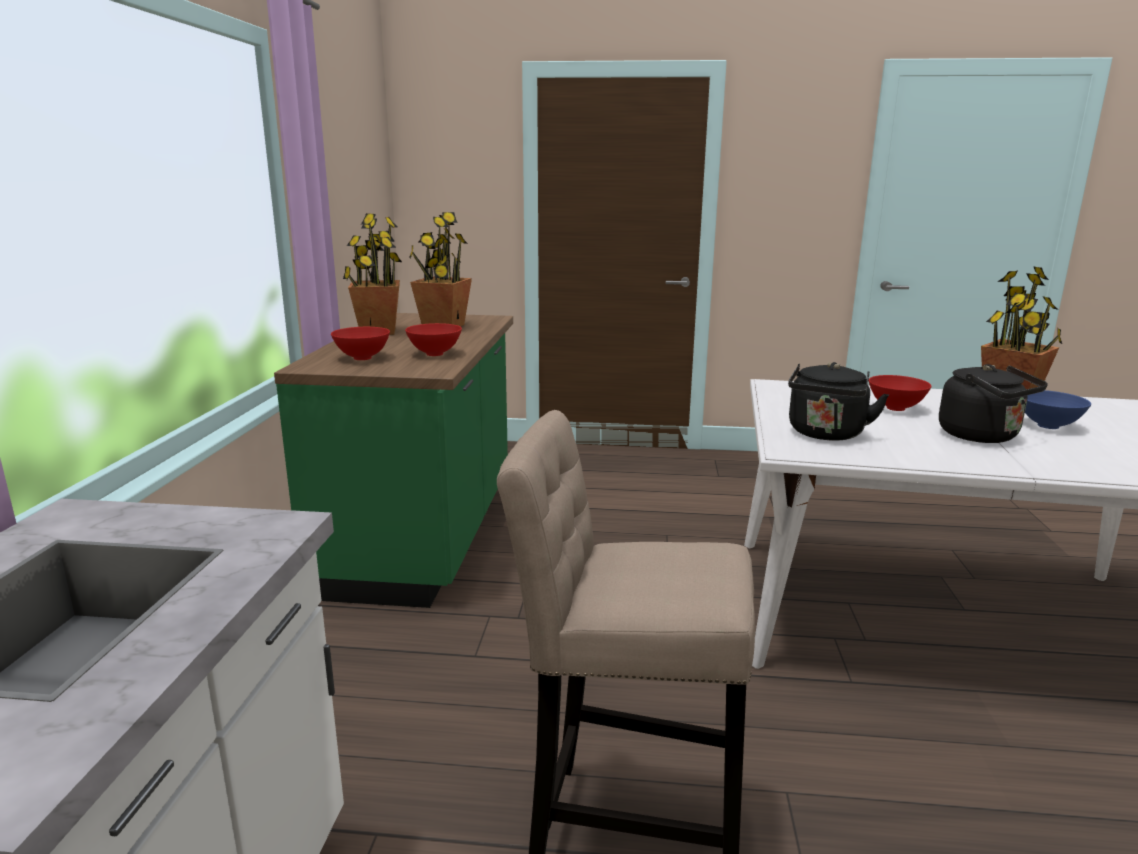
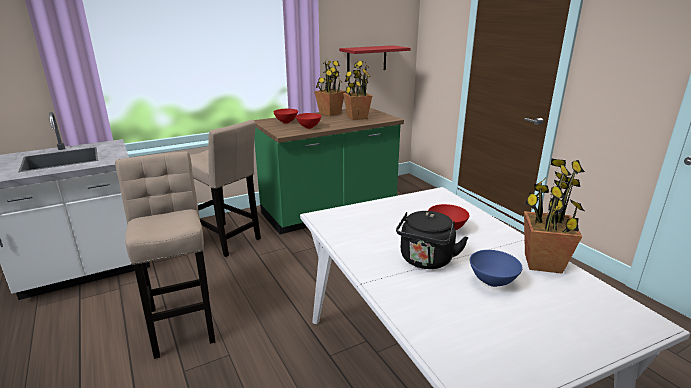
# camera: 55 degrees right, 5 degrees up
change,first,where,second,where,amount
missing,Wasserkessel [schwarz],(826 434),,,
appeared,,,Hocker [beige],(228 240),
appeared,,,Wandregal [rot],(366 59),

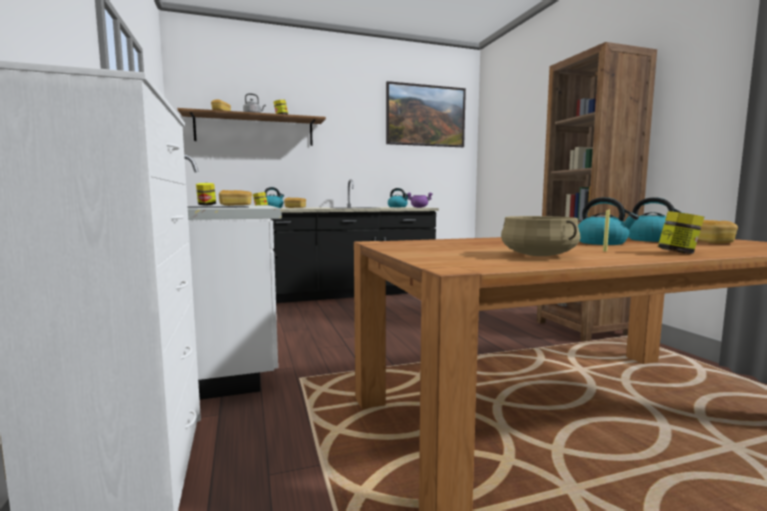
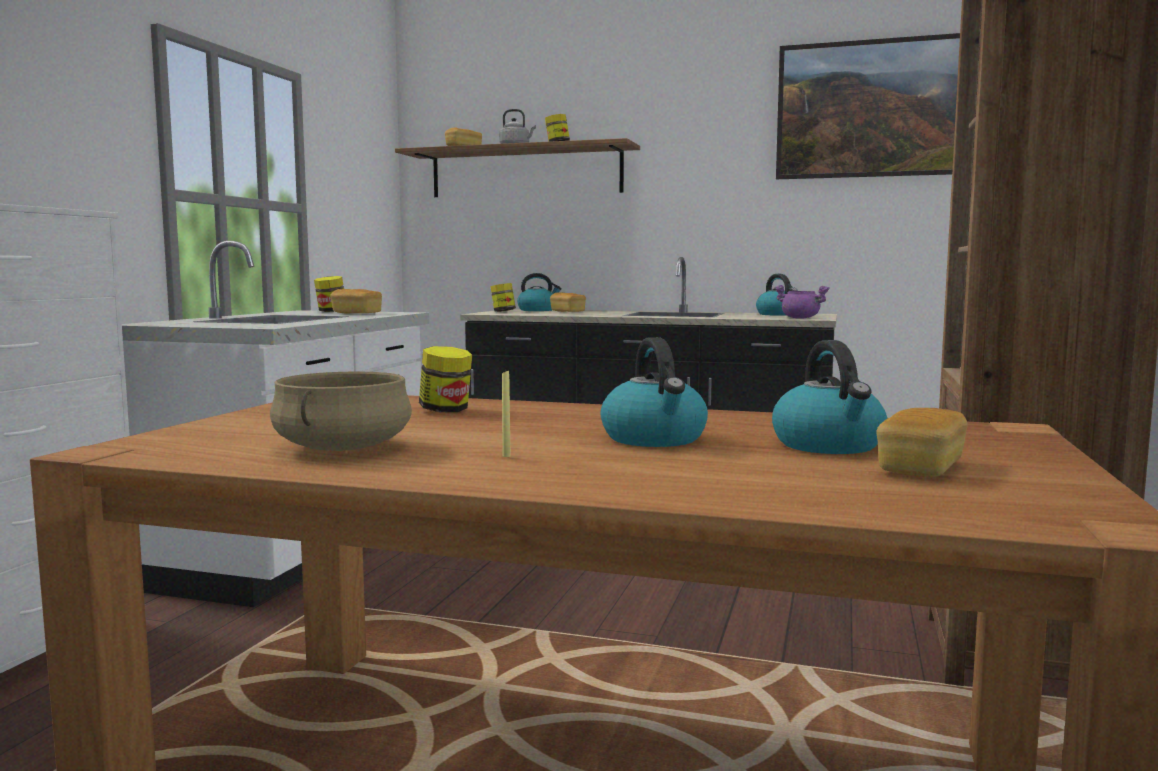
# camera: 35 degrees right, 0 degrees up
change,first,where,second,where,amount
relocated,Vorratsglas,(678 253),,(446 410),

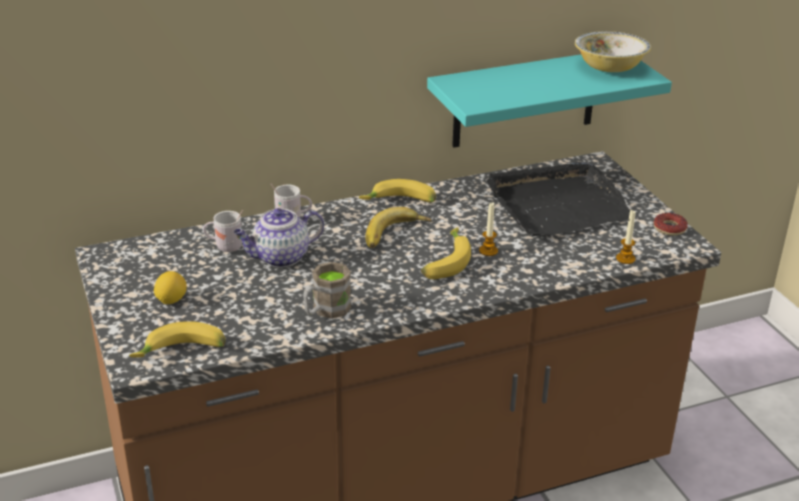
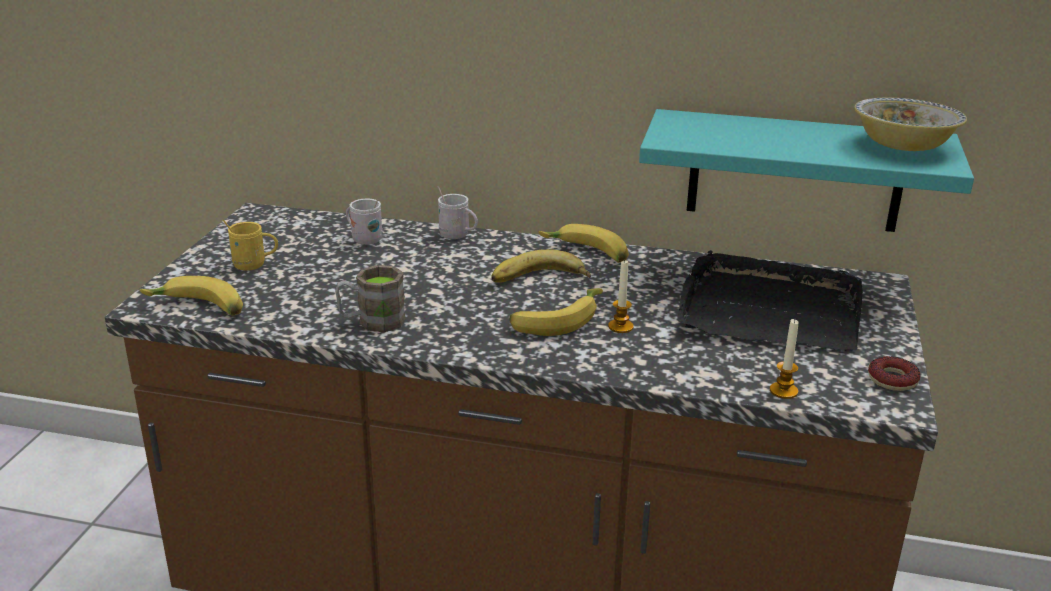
# camera: 35 degrees right, 5 degrees down
change,first,where,second,where,amount
exchanged,Zitrone,(171 300),Henkelbecher [gelb],(254 265),
missing,Teekanne,(280 257),,,

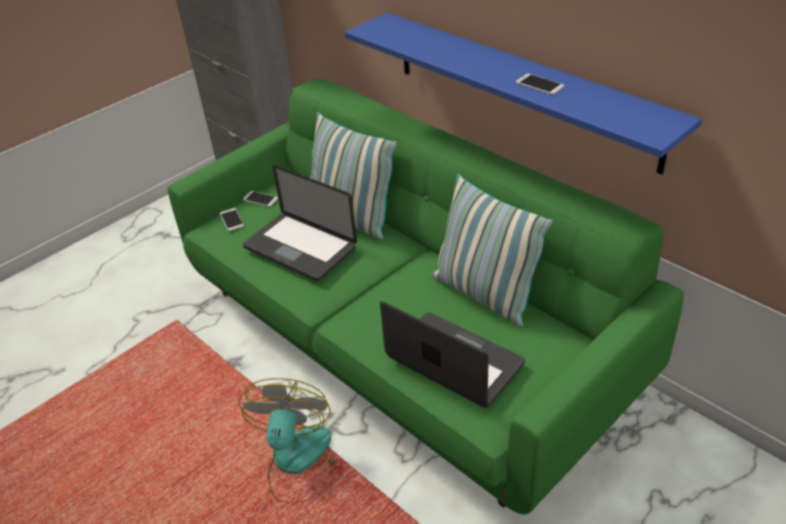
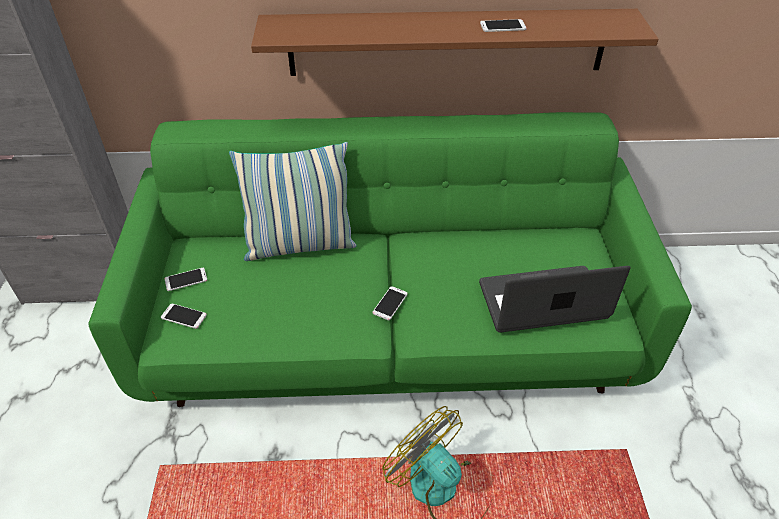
# camera: 50 degrees left, 5 degrees up
change,first,where,second,where,amount
missing,Laptop,(300 248),,,
colour,Wandregal [blau],(521 88),Wandregal [braun],(447 42),
missing,Kissen,(484 294),,,
appeared,,,Handy,(390 303),

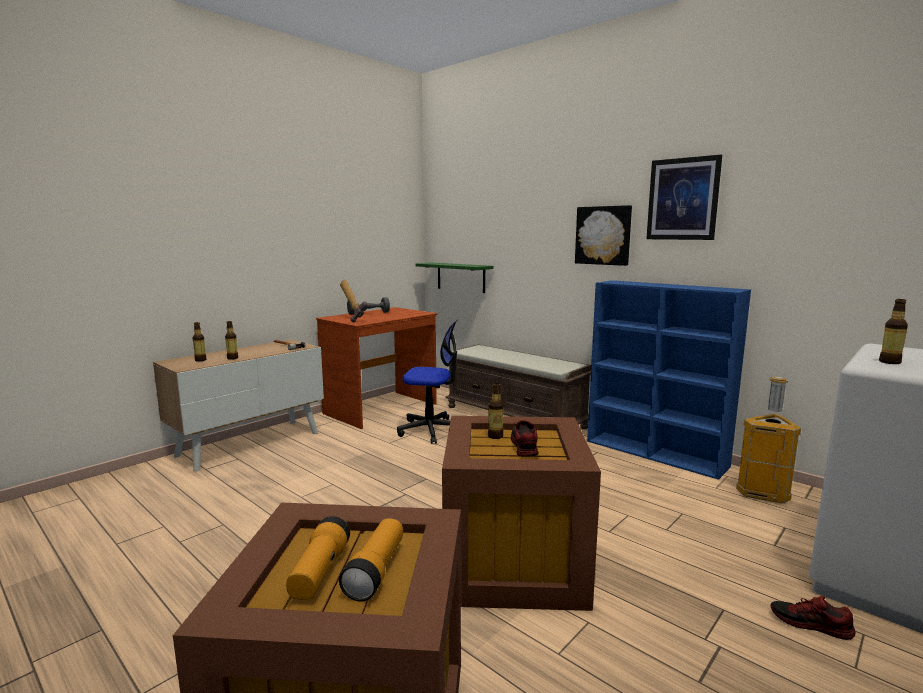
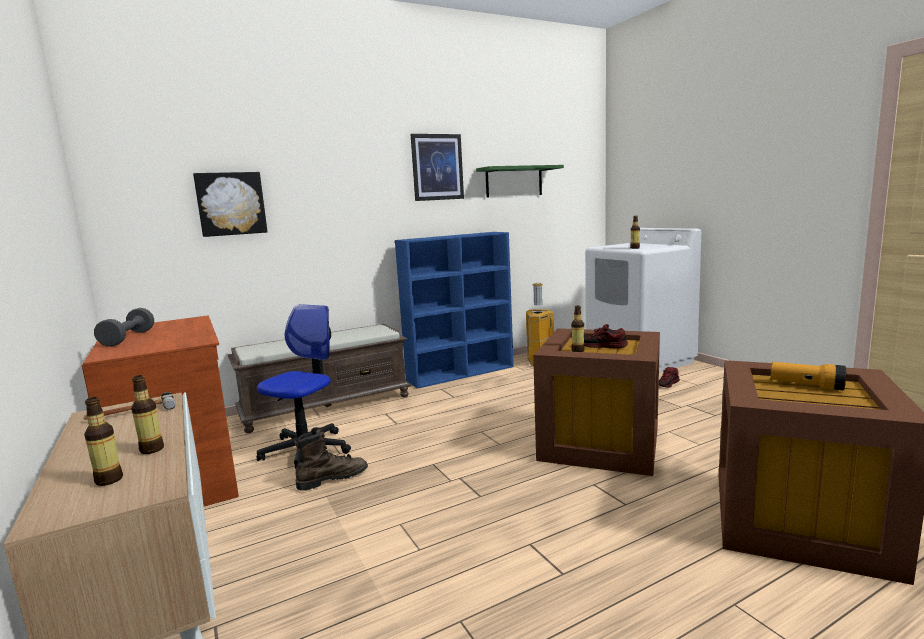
# camera: 70 degrees left, 0 degrees up
change,first,where,second,where,amount
missing,Taschenlampe,(319 573),,,
missing,Hammer,(354 319),,,
relocated,Wandregal [grün],(461 277),,(514 181),
relocated,Bild,(603 235),,(231 204),
appeared,,,Stiefel [braun],(332 479),

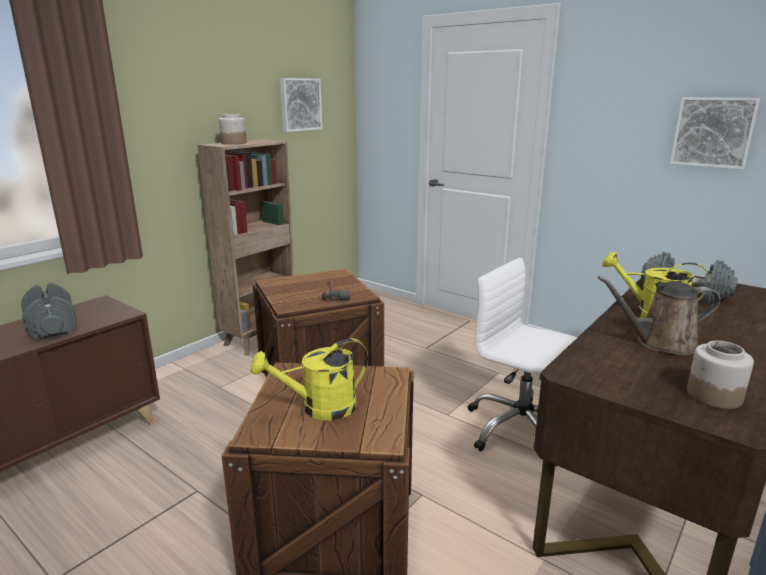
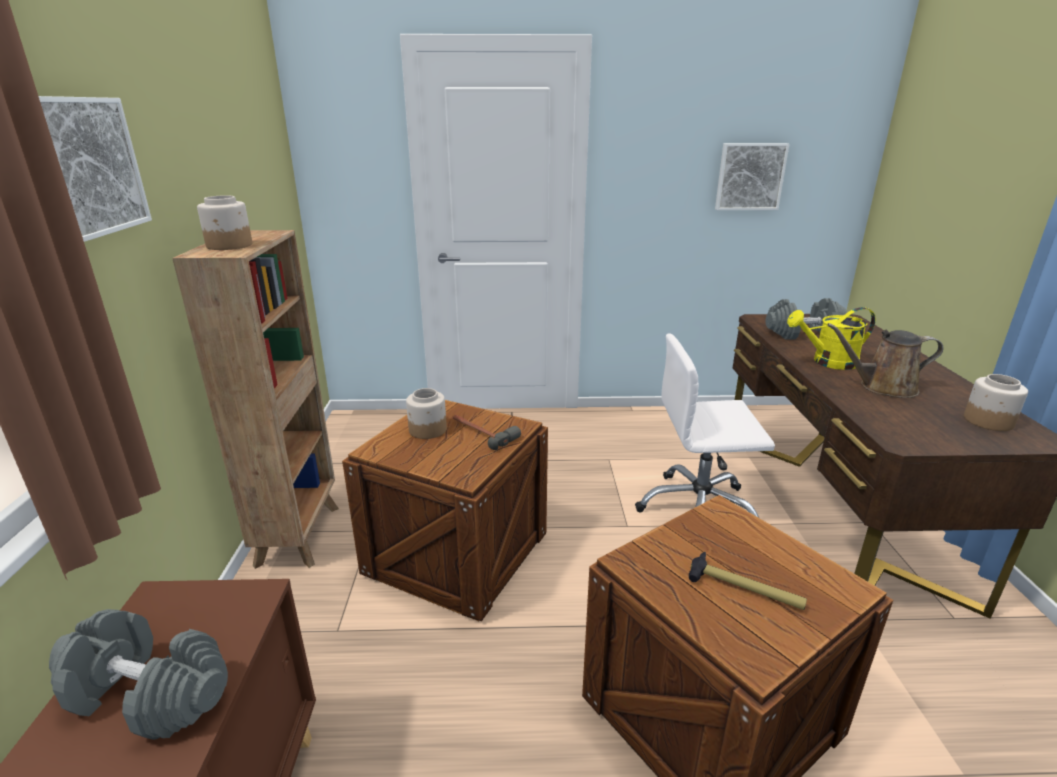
# camera: 40 degrees left, 5 degrees up
change,first,where,second,where,amount
exchanged,Gießkanne [gelb],(319 408),Hammer,(745 589),
relocated,Bild,(299 104),,(85 166),
spun,Gießkanne [braun],(660 343),,(882 387),45 degrees clockwise
appeared,,,Vorratsglas,(427 430),

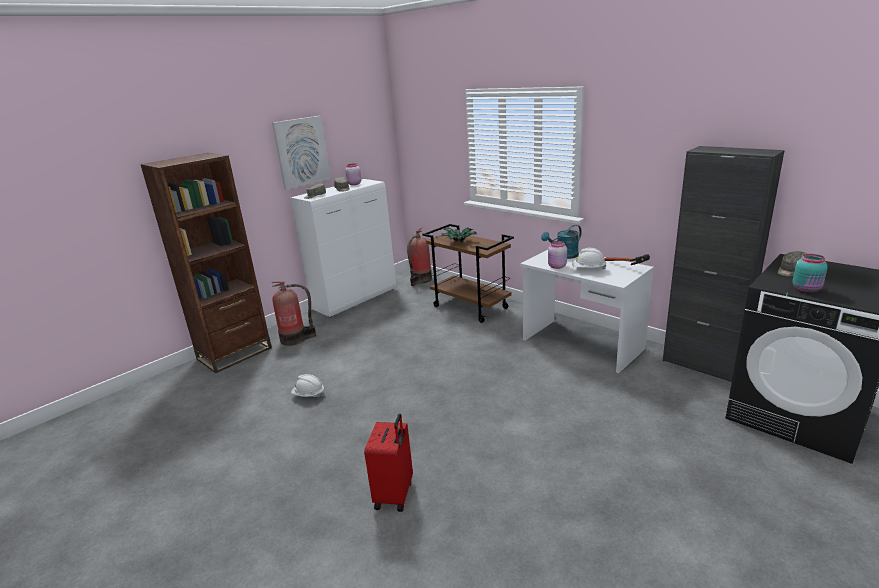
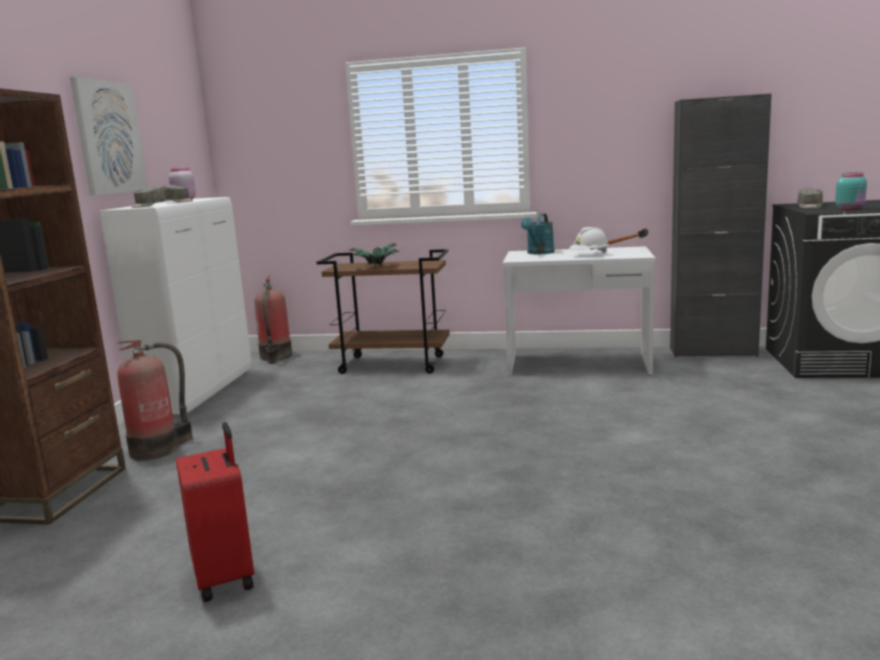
# camera: 35 degrees left, 10 degrees down
change,first,where,second,where,amount
missing,Schutzhelm [weiß],(308 395),,,
relocated,Koffer [rot],(395 495),,(226 577),
missing,Vorratsglas [rosa],(556 266),,,

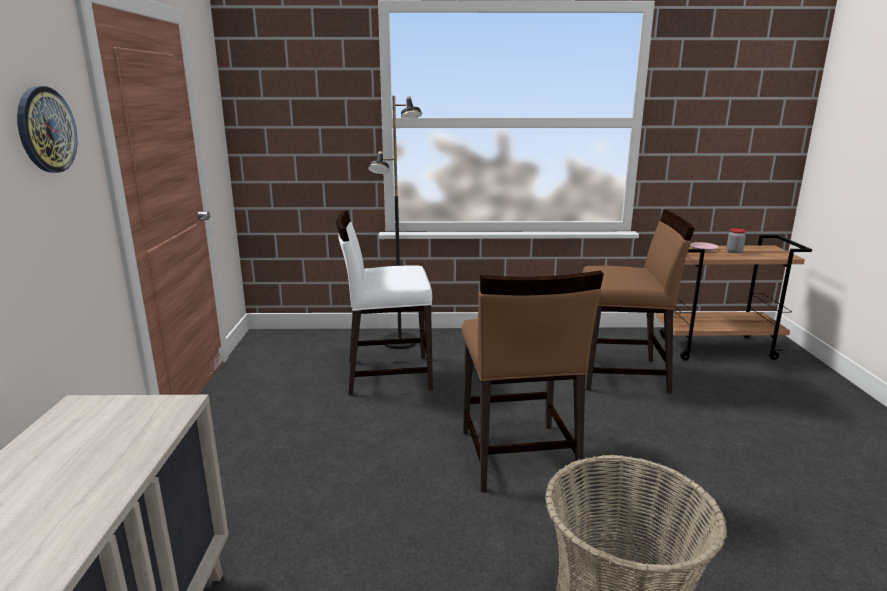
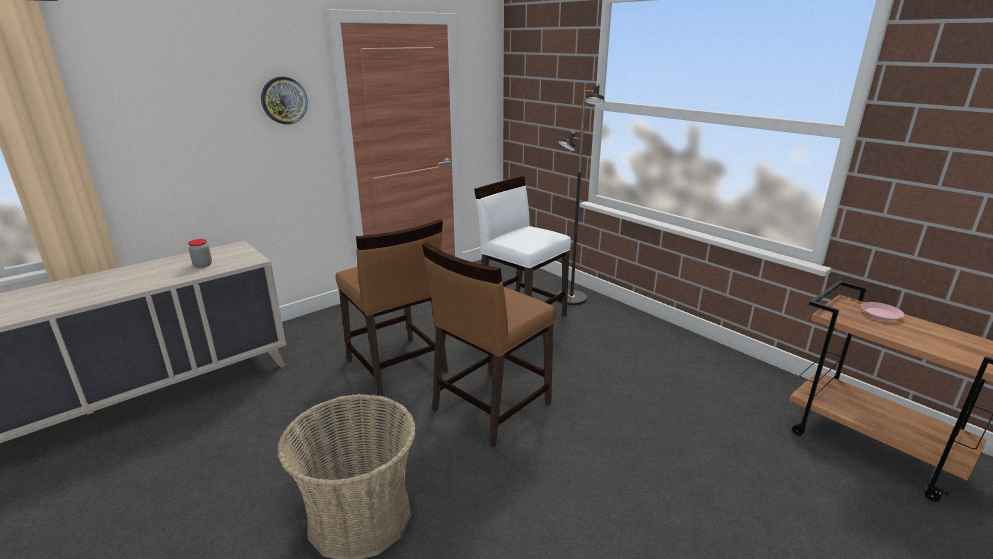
# camera: 50 degrees right, 5 degrees up
change,first,where,second,where,amount
relocated,Stuhl [braun],(622 374),,(396 367),
relocated,Vorratsglas,(734 251),,(203 265),

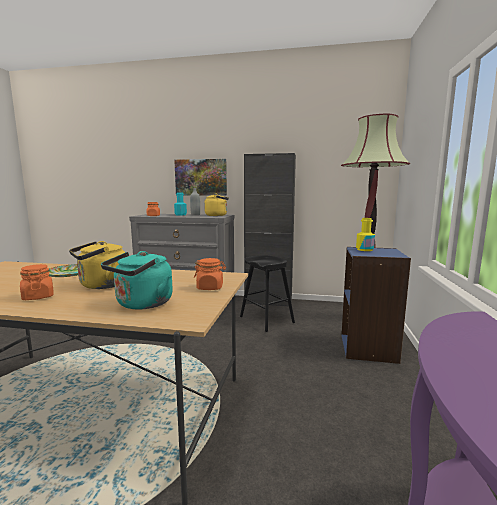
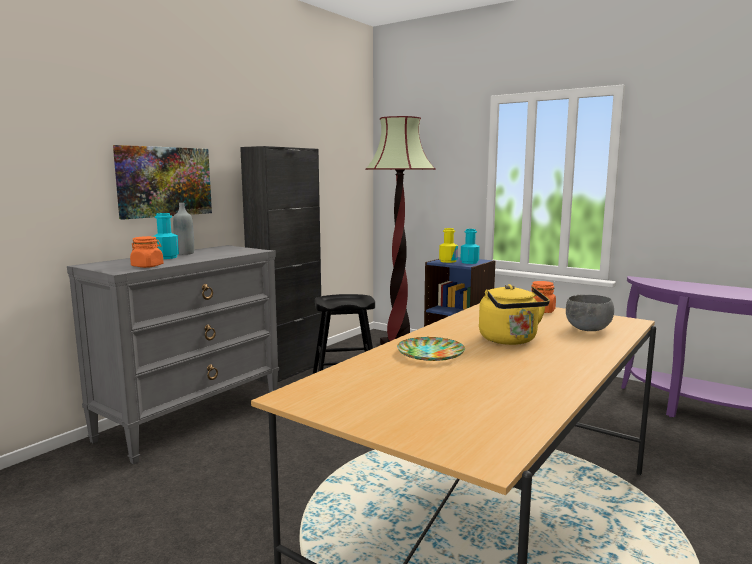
# camera: 65 degrees left, 0 degrees up
change,first,where,second,where,amount
missing,Vorratsglas [orange],(38 296),,,
exchanged,Wasserkessel [türkis],(142 304),Schüssel [grau],(588 330),
missing,Wasserkessel [gelb],(217 215),,,
appeared,,,Flasche [türkis],(469 262),

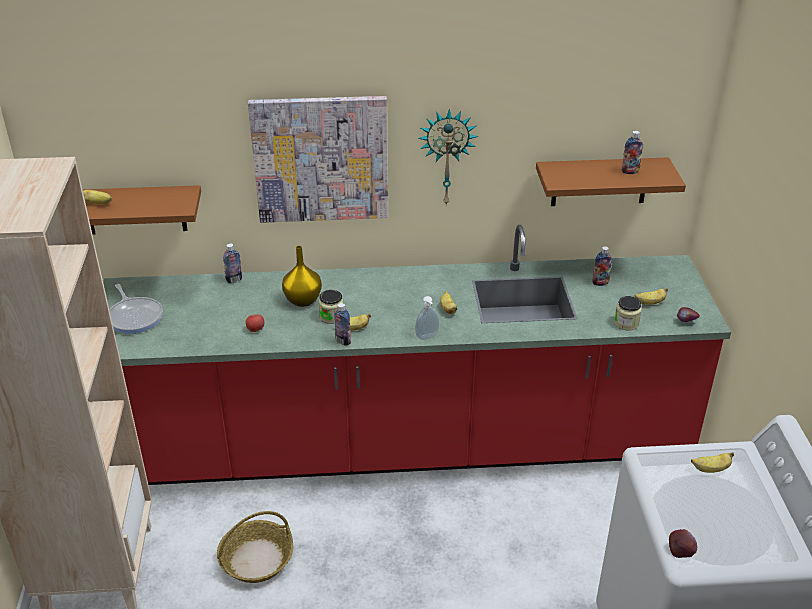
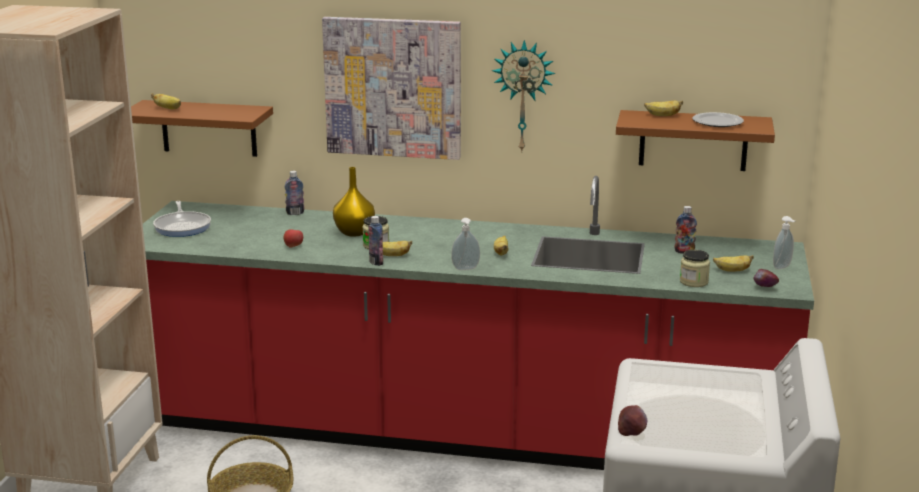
# camera: 15 degrees right, 15 degrees down
change,first,where,second,where,amount
exchanged,Flasche,(630 171),Teller,(718 122),
relocated,Banane,(710 469),,(662 116),
appeared,,,Seifenspender,(783 267),

